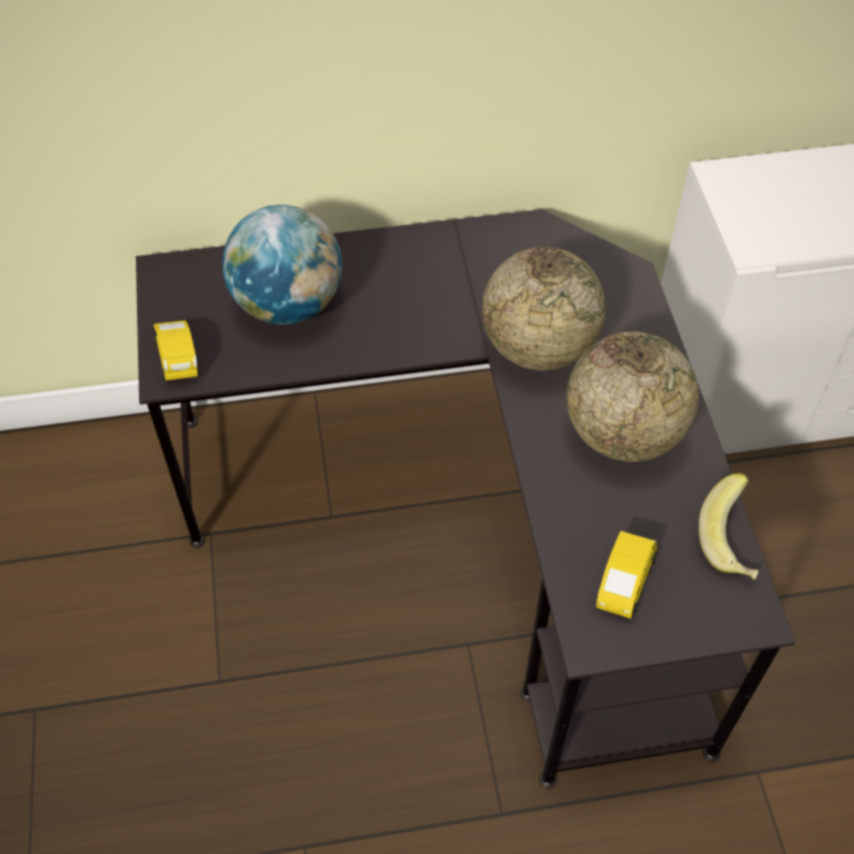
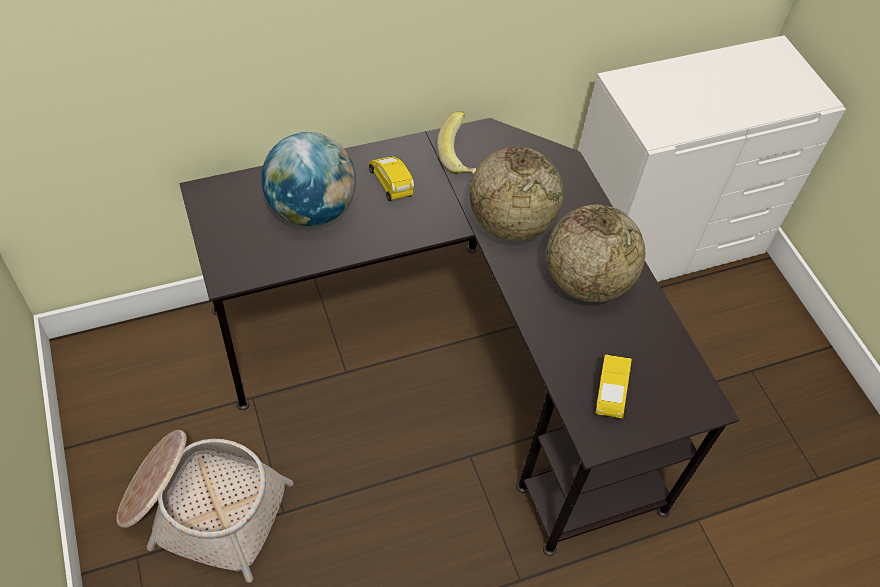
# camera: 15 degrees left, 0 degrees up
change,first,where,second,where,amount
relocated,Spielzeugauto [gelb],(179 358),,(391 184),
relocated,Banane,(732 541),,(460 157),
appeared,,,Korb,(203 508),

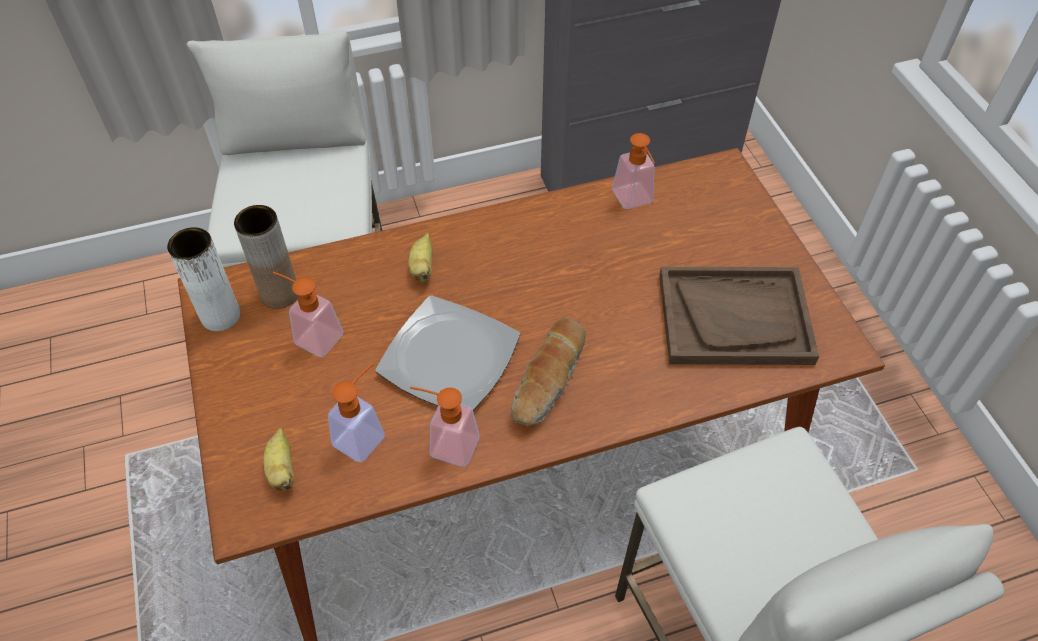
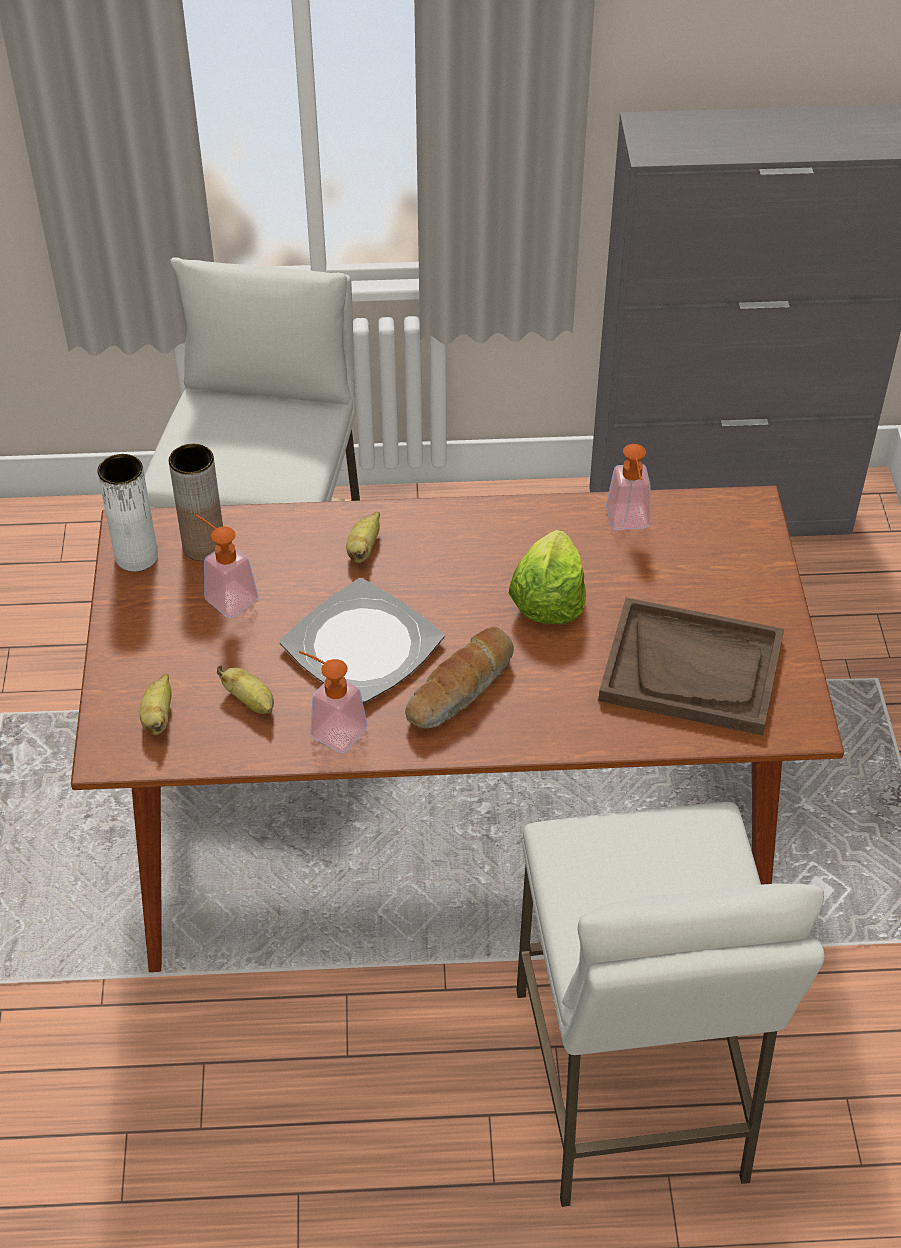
# camera: 15 degrees right, 5 degrees down
change,first,where,second,where,amount
exchanged,Seifenspender,(365 434),Banane,(251 701),
appeared,,,Salatkopf,(547 599),

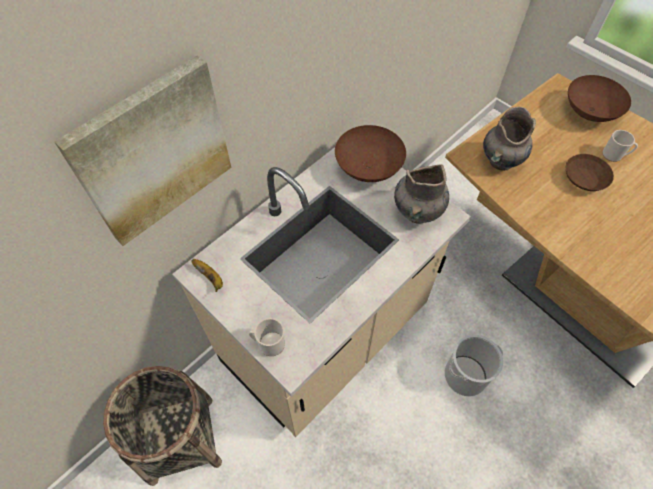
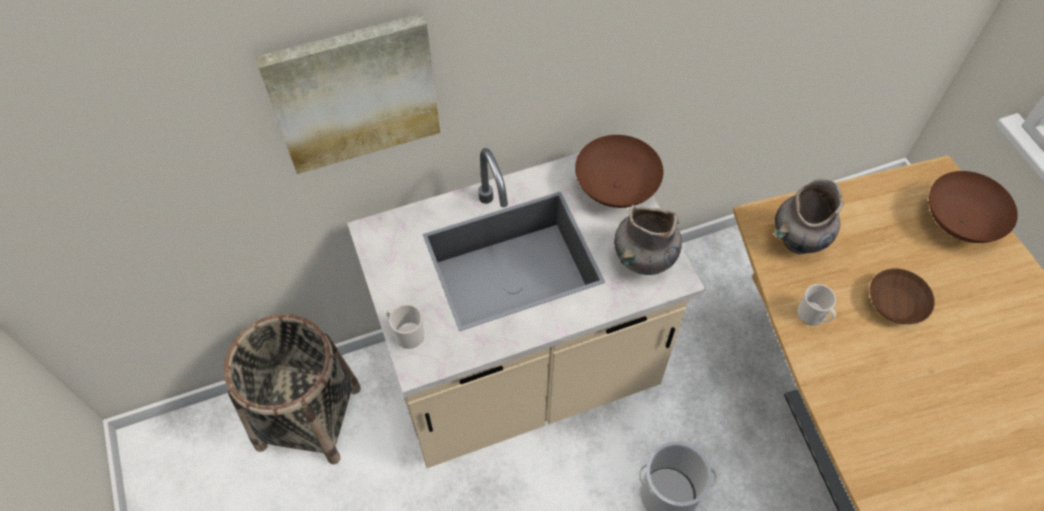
# camera: 25 degrees right, 0 degrees up
change,first,where,second,where,amount
missing,Banane,(210 278),,,
relocated,Henkelbecher,(614 155),,(813 316),

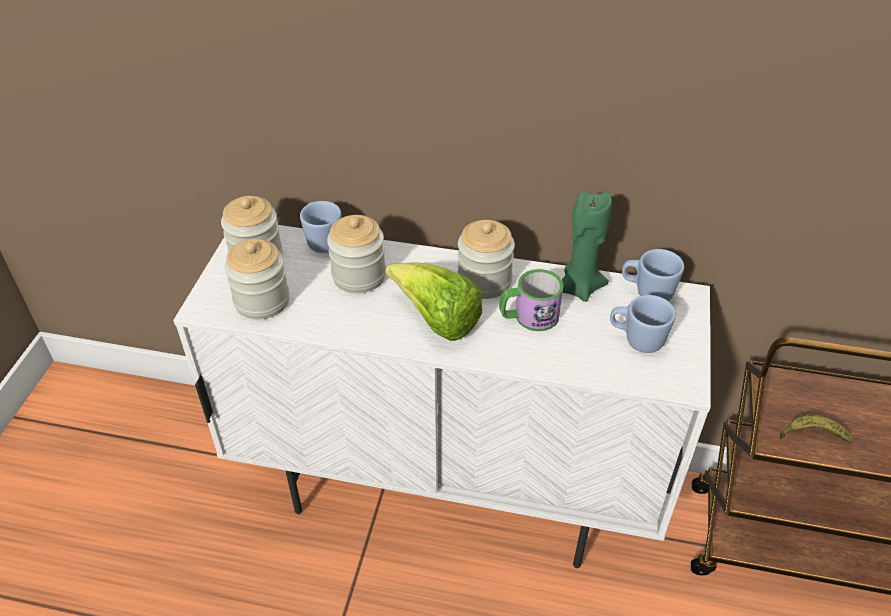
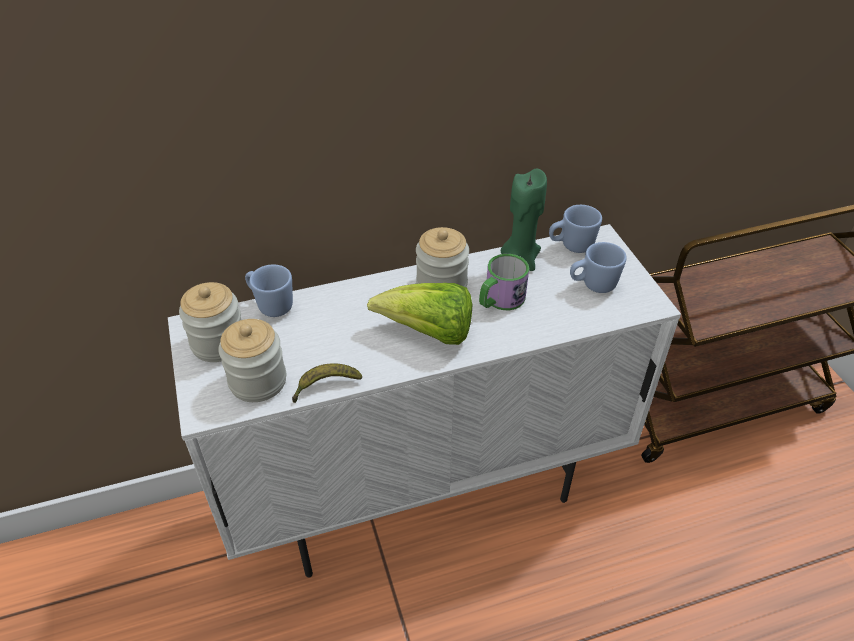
# camera: 30 degrees left, 0 degrees up
change,first,where,second,where,amount
missing,Vorratsglas,(359 276),,,
relocated,Banane,(812 435),,(325 386),

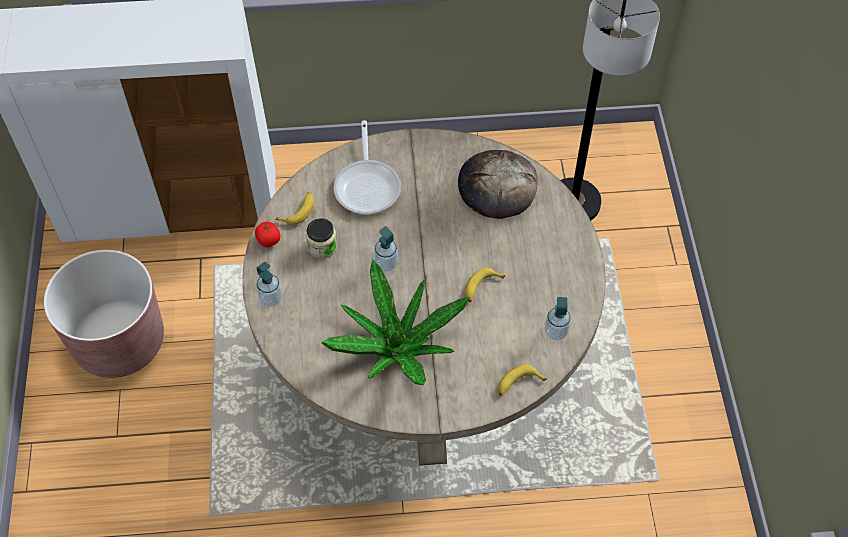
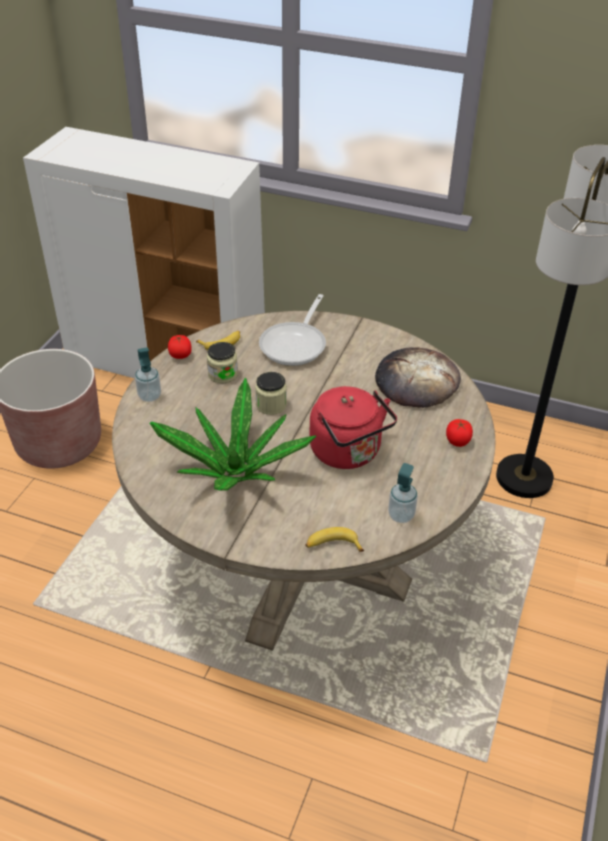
# camera: 25 degrees right, 15 degrees down
change,first,where,second,where,amount
exchanged,Seifenspender,(386 264),Vorratsglas,(271 405),
exchanged,Banane,(481 287),Wasserkessel [rot],(348 453),
appeared,,,Tomate,(458 441),

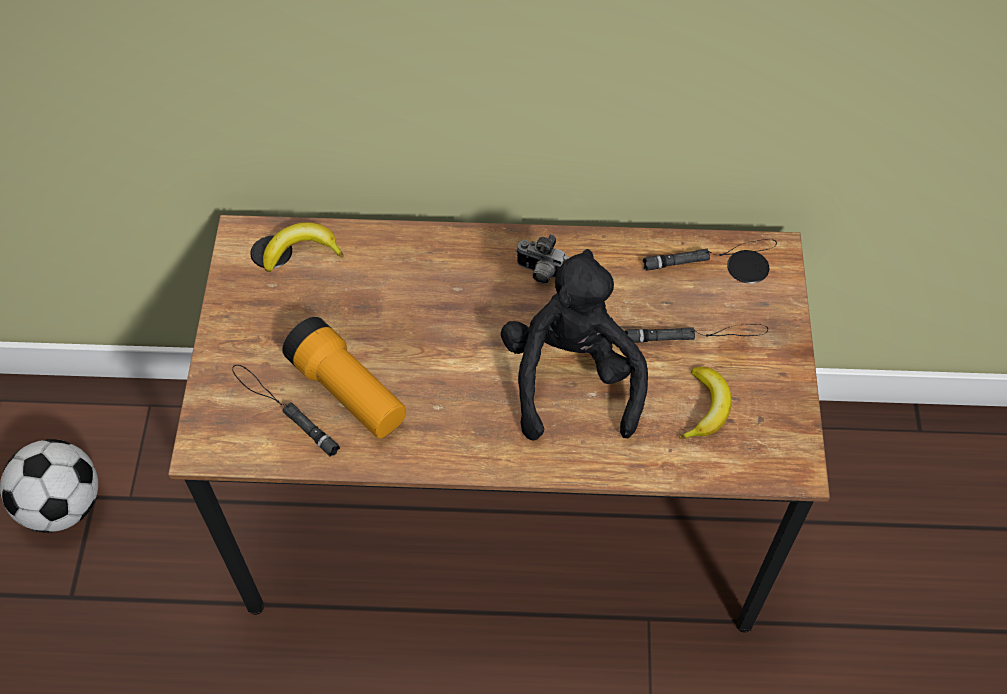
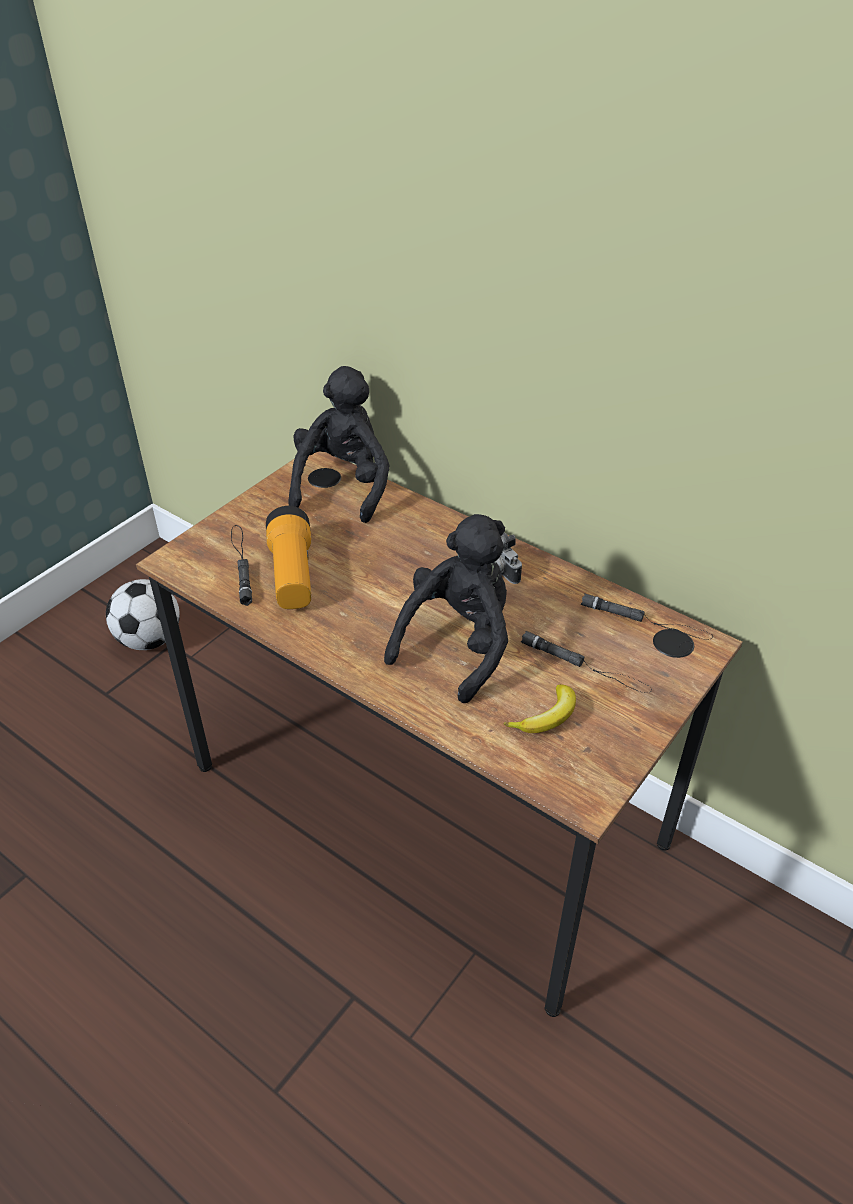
# camera: 35 degrees right, 15 degrees down
change,first,where,second,where,amount
exchanged,Banane,(301 251),Plüschtier [schwarz],(343 485),

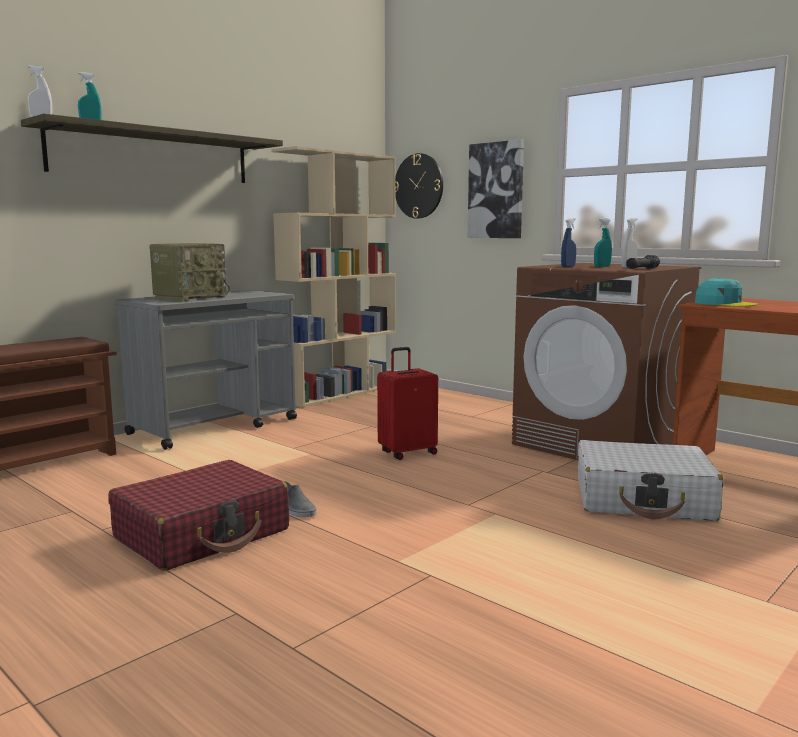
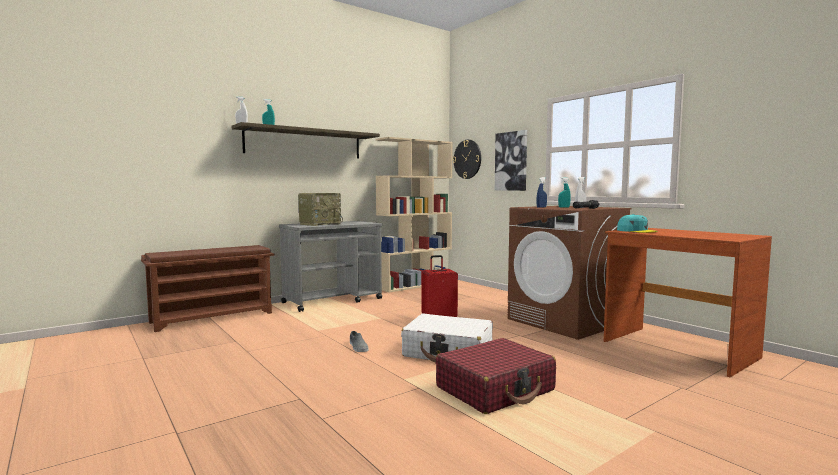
# camera: 10 degrees right, 5 degrees down
change,first,where,second,where,amount
relocated,Koffer [rot],(203 534),,(495 389),
relocated,Koffer [weiß],(643 500),,(448 352),

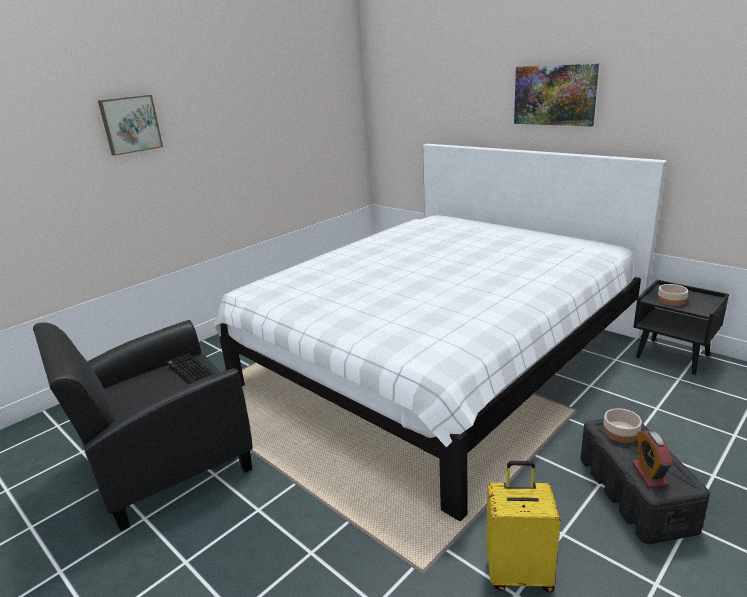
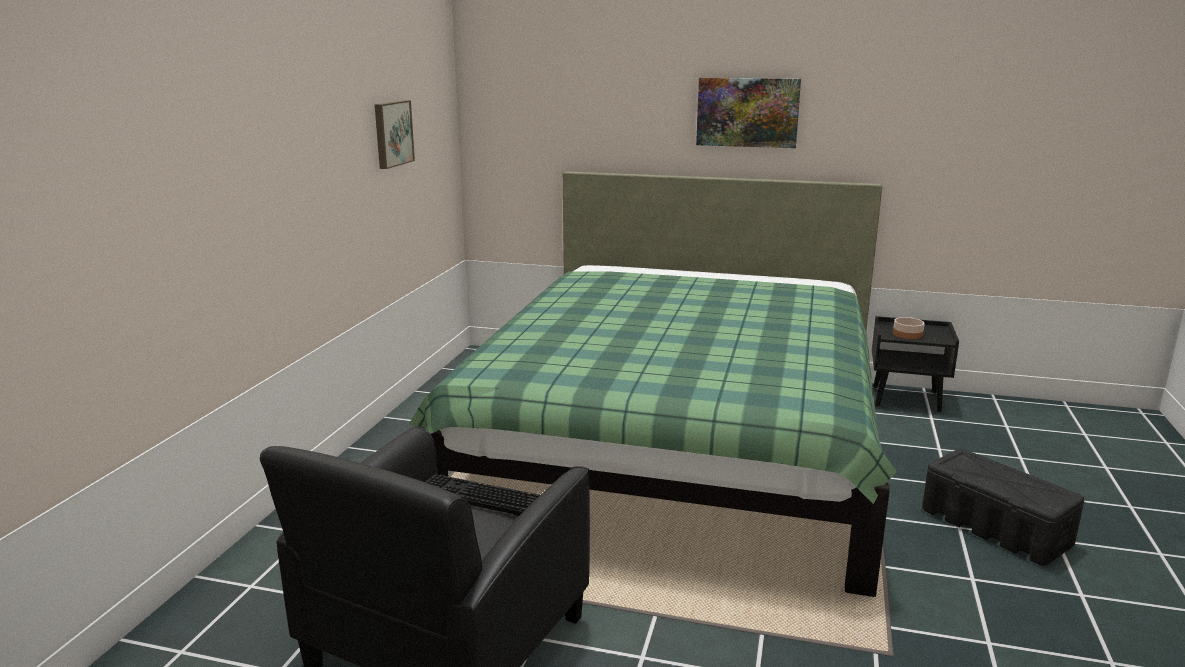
# camera: 30 degrees left, 5 degrees down
change,first,where,second,where,amount
relocated,Bild,(130 124),,(392 133),
colour,Bett [weiß],(438 359),Bett [grün],(676 445),
missing,Koffer [gelb],(519 573),,,
missing,Schüssel,(621 432),,,
missing,Wecker,(649 474),,,

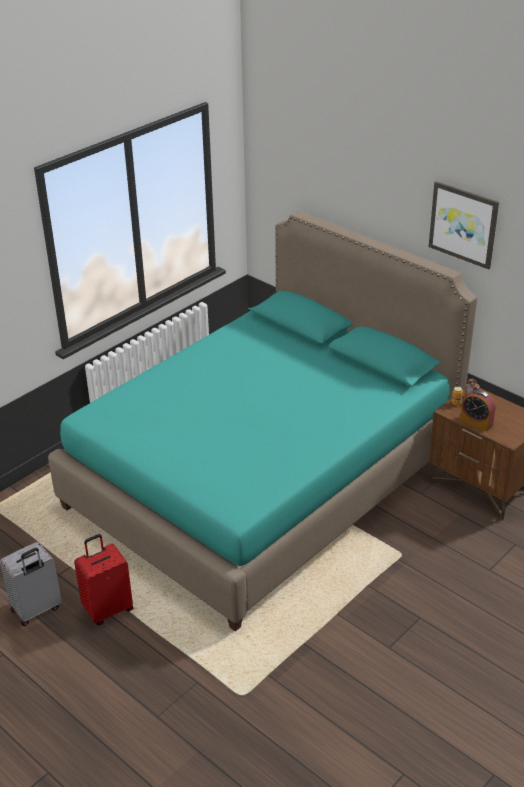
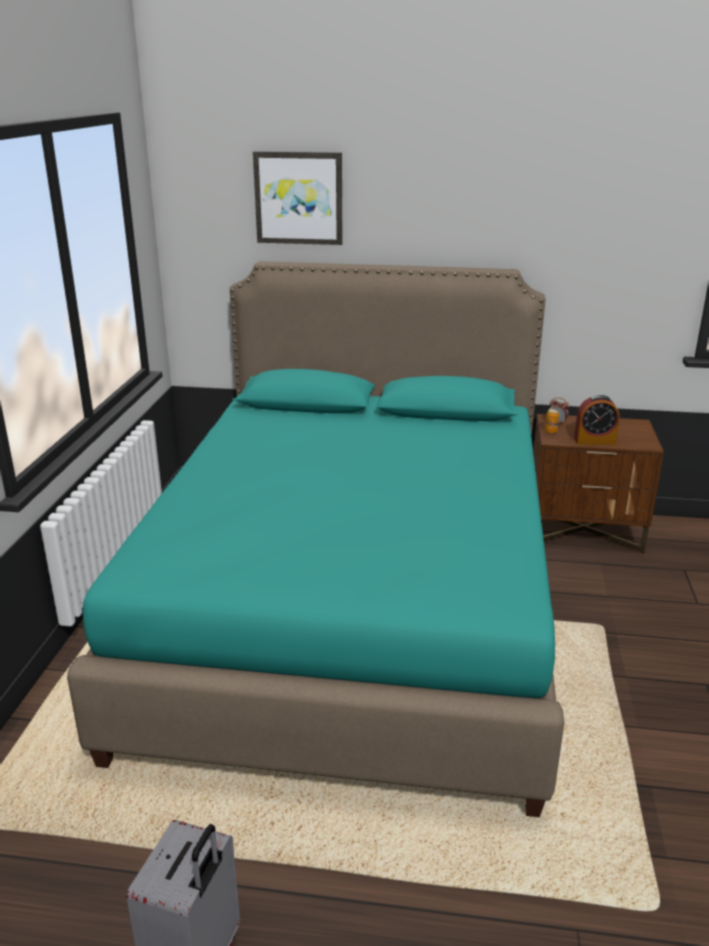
# camera: 35 degrees left, 10 degrees down
change,first,where,second,where,amount
missing,Koffer [rot],(108 609),,,
relocated,Bild,(463 224),,(299 198),

